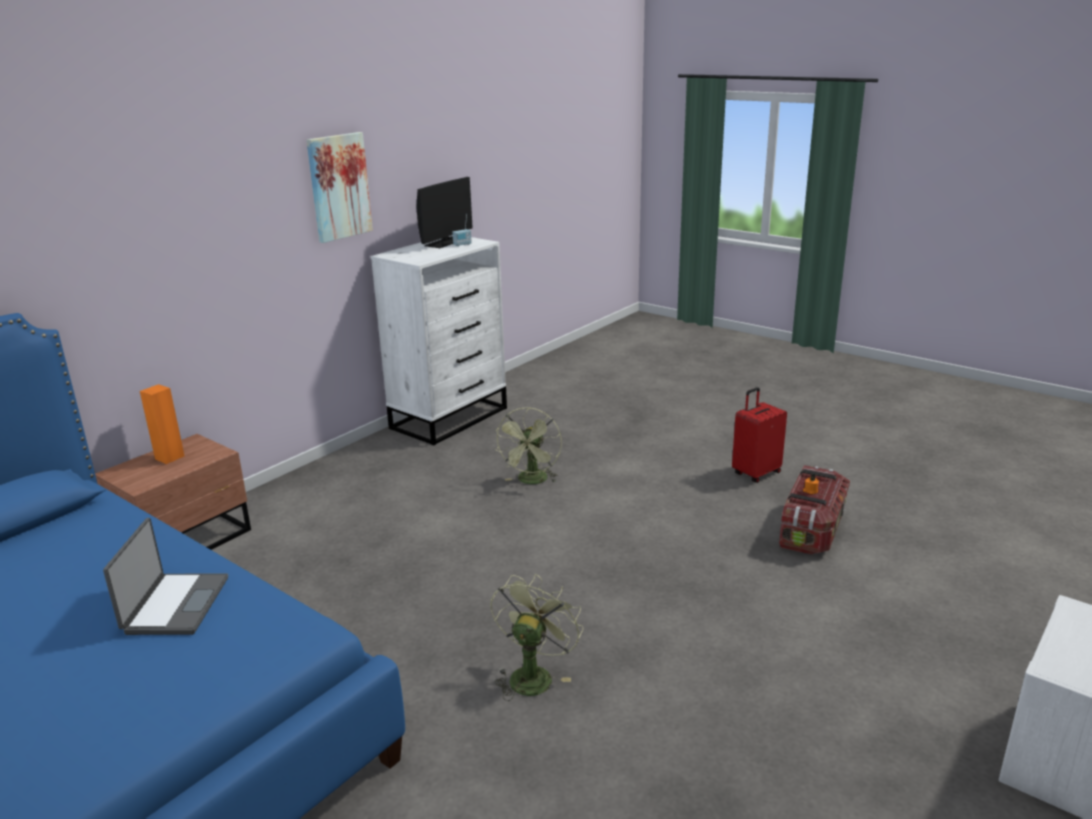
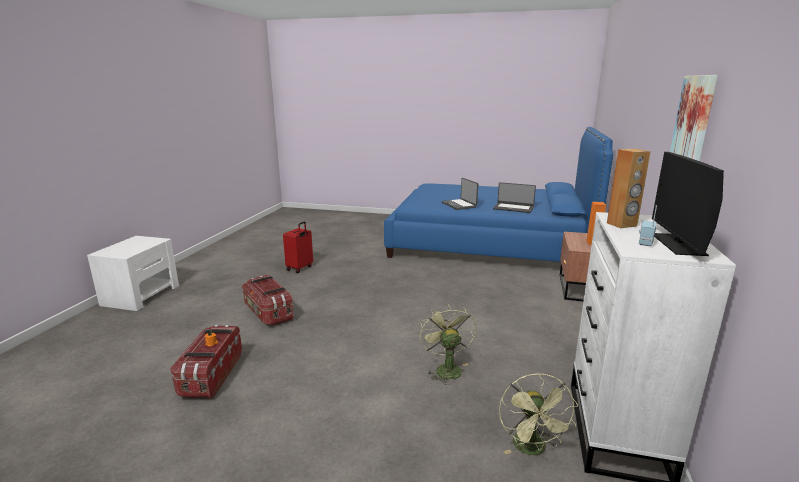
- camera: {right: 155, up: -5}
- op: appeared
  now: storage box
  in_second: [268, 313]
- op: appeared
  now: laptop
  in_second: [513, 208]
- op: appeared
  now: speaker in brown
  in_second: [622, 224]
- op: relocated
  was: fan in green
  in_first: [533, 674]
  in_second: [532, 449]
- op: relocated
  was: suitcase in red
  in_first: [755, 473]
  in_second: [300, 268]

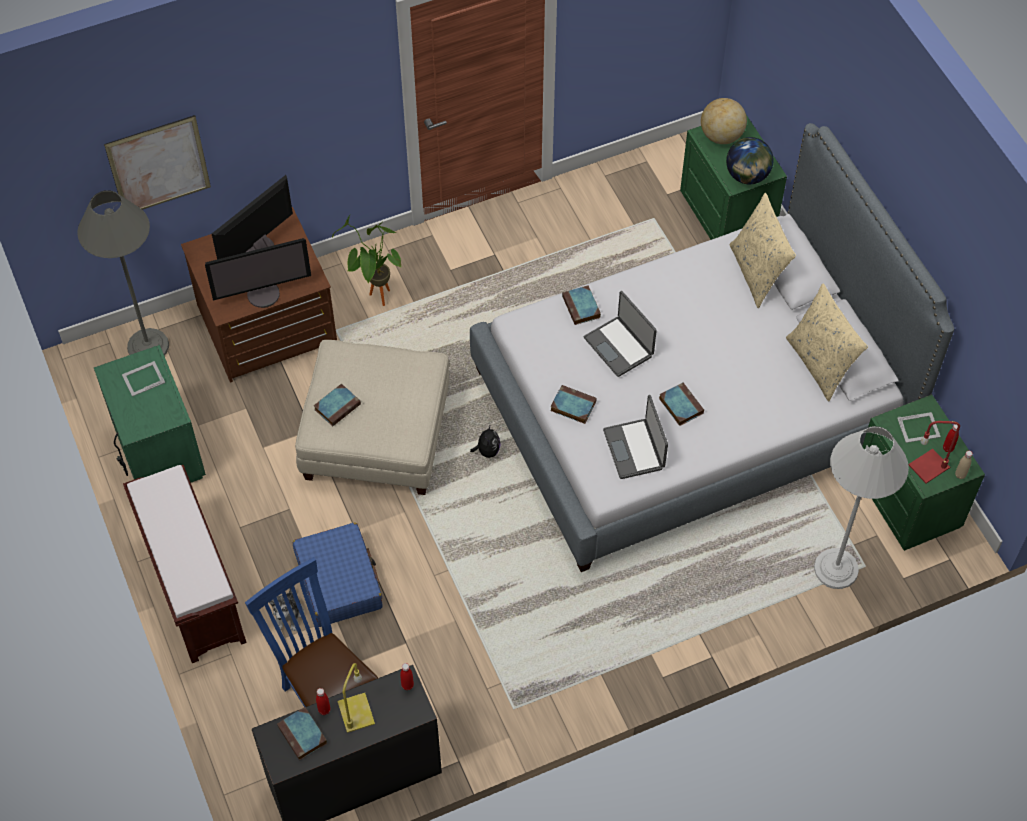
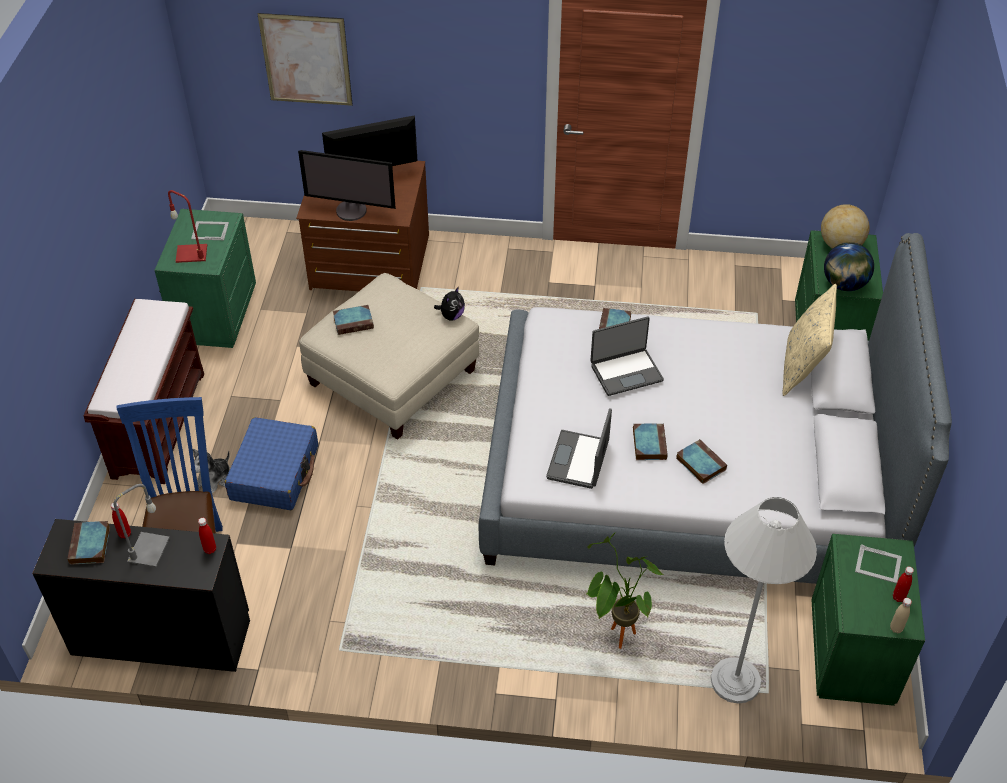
- camera: {right: 30, up: -10}
- op: missing
  was: floor lamp in grey
  in_first: [148, 346]
- op: missing
  was: pillow in beige
  in_first: [820, 364]
- op: relocated
  was: potted plant
  in_first: [376, 299]
  in_second: [615, 637]
- op: relocated
  was: plush toy
  in_first: [487, 451]
  in_second: [451, 316]
- op: relocated
  was: book
  in_first: [572, 406]
  in_second: [699, 463]
- op: relocated
  was: table lamp in red
  in_first: [929, 465]
  in_second: [192, 253]
- op: colour
  was: table lamp in yellow
  now: table lamp in grey
  in_first: [357, 713]
  in_second: [148, 551]
- op: spun
  was: laptop
  in_first: [619, 346]
  in_second: [626, 372]
  clockwise: -105

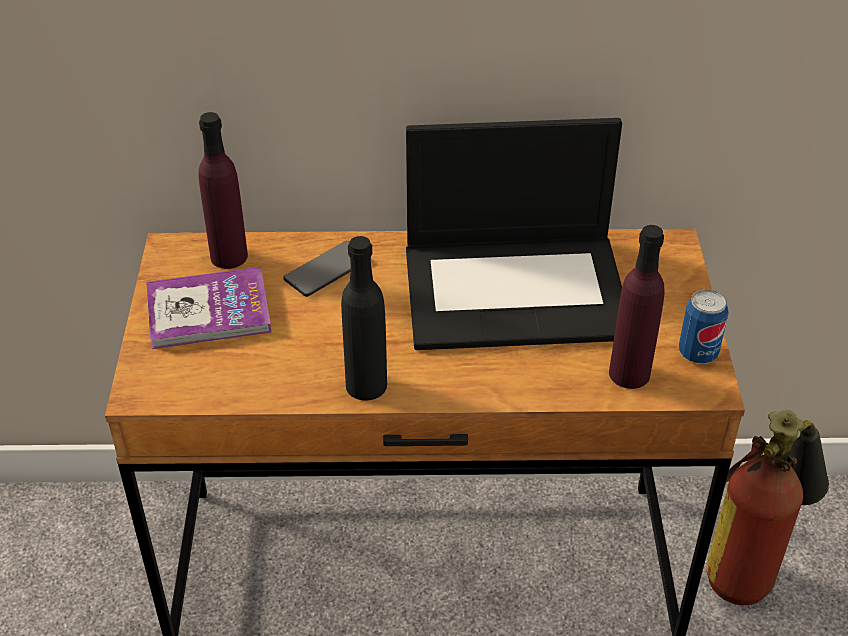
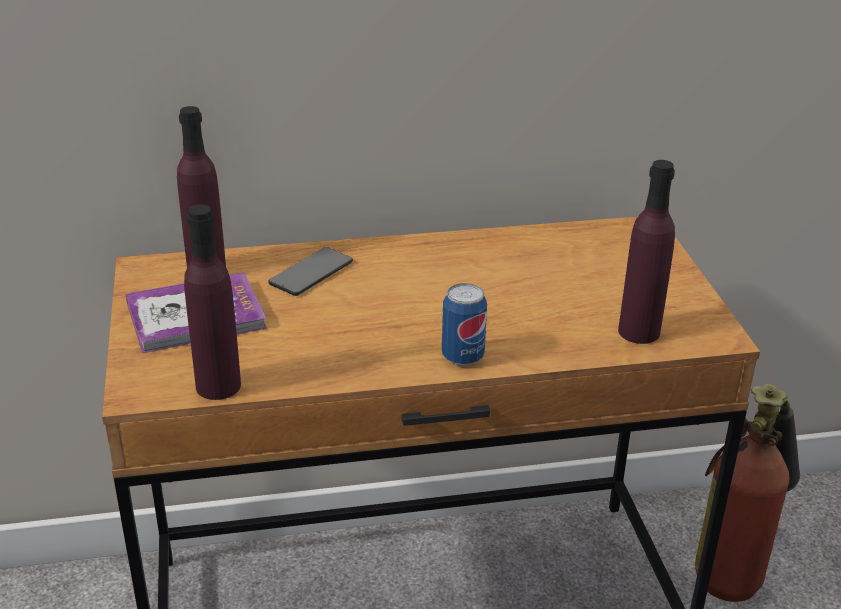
- camera: {right: -10, up: -10}
- op: missing
  was: bottle in black
  in_first: [366, 385]
- op: missing
  was: laptop
  in_first: [517, 290]
- op: appeared
  now: bottle in purple
  in_second: [218, 386]
- op: relocated
  was: can
  in_first: [697, 353]
  in_second: [462, 357]

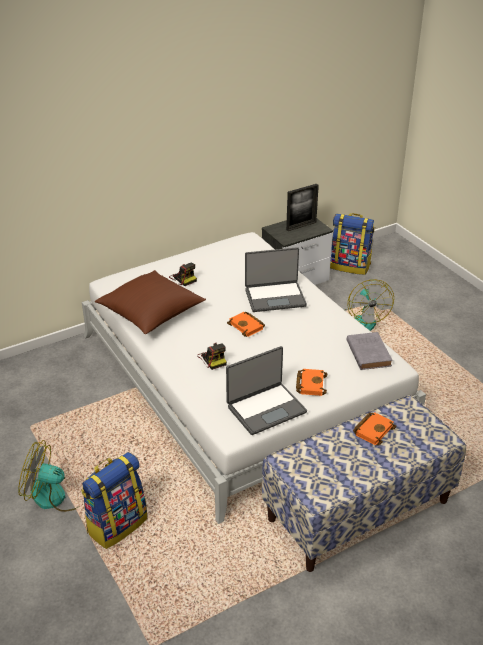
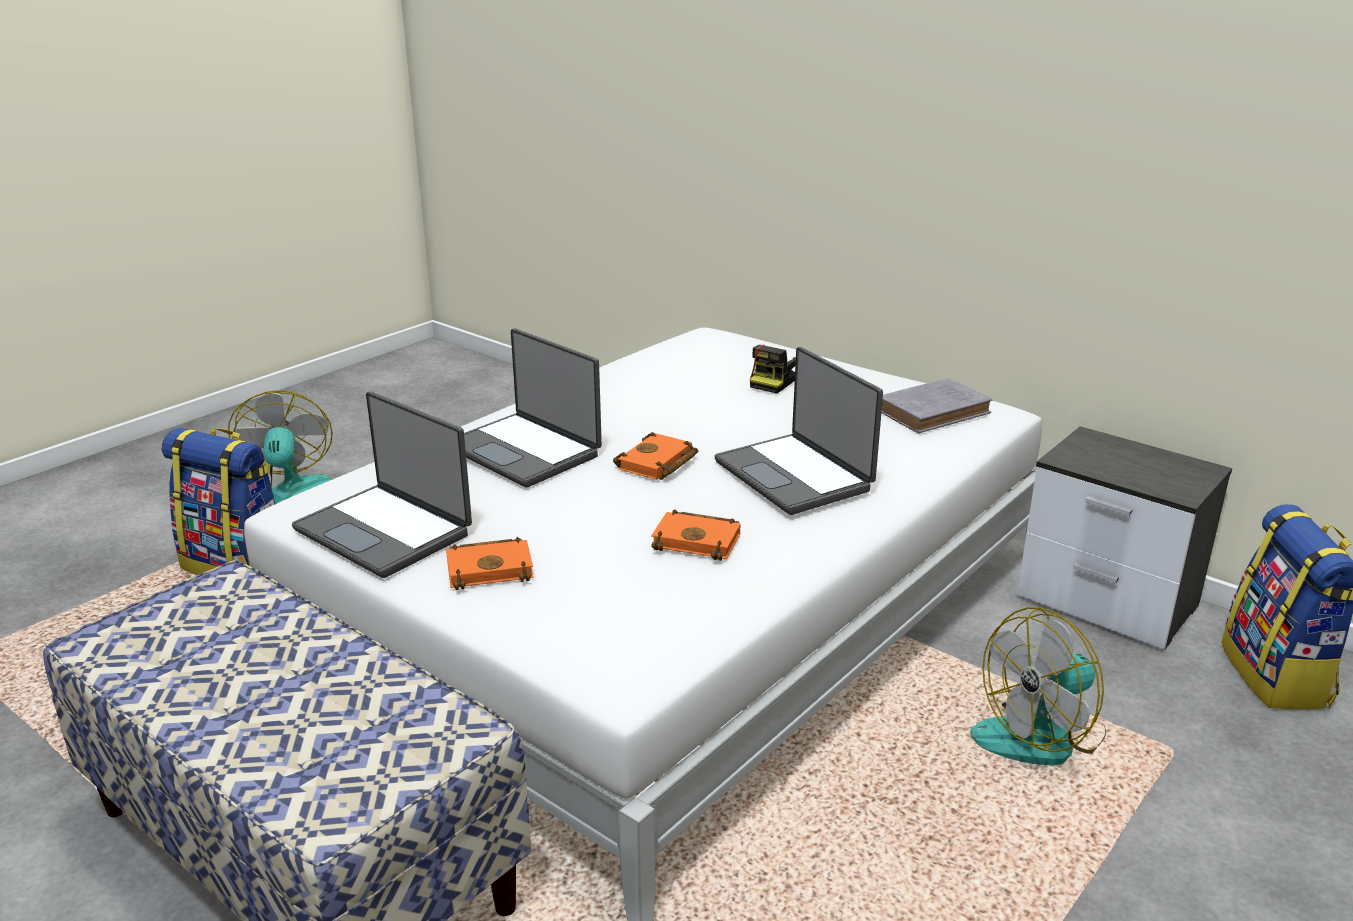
- camera: {right: 70, up: -10}
- op: missing
  was: pillow in brown
  in_first: [151, 313]
- op: missing
  was: picture frame
  in_first: [301, 226]
- op: relocated
  was: book in grey
  in_first: [368, 352]
  in_second: [935, 411]
- op: relocated
  was: book in orange
  in_first: [373, 430]
  in_second: [699, 541]
- op: exchanged
  was: photo camera
  now: laptop
  in_first: [213, 359]
  in_second: [525, 451]

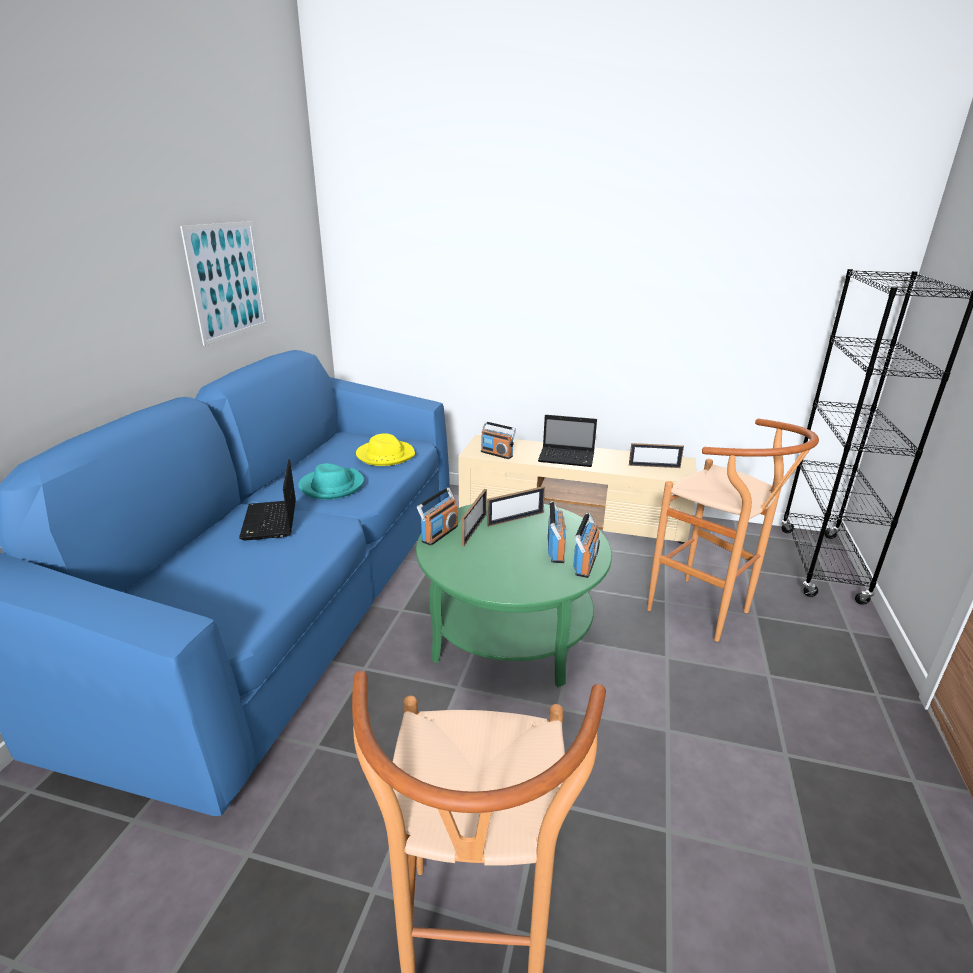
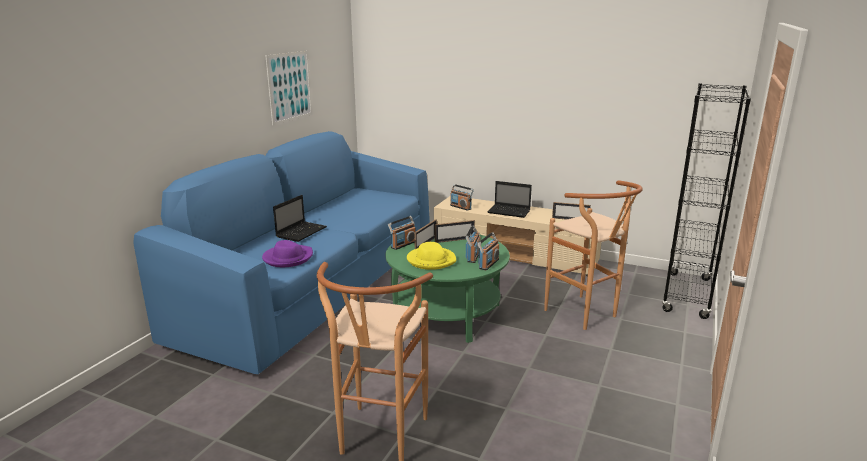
- camera: {right: 10, up: -5}
- op: missing
  was: hat in turquoise
  in_first: [332, 486]
- op: appeared
  now: hat in purple
  in_second: [288, 258]
- op: relocated
  was: hat in yellow
  in_first: [385, 455]
  in_second: [431, 260]
- op: spun
  was: laptop
  in_first: [270, 522]
  in_second: [302, 232]
  clockwise: -150

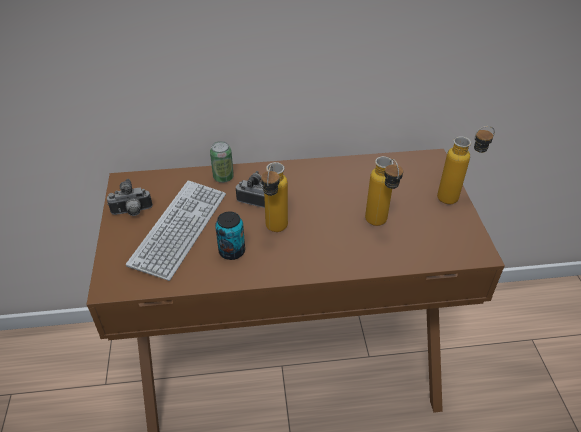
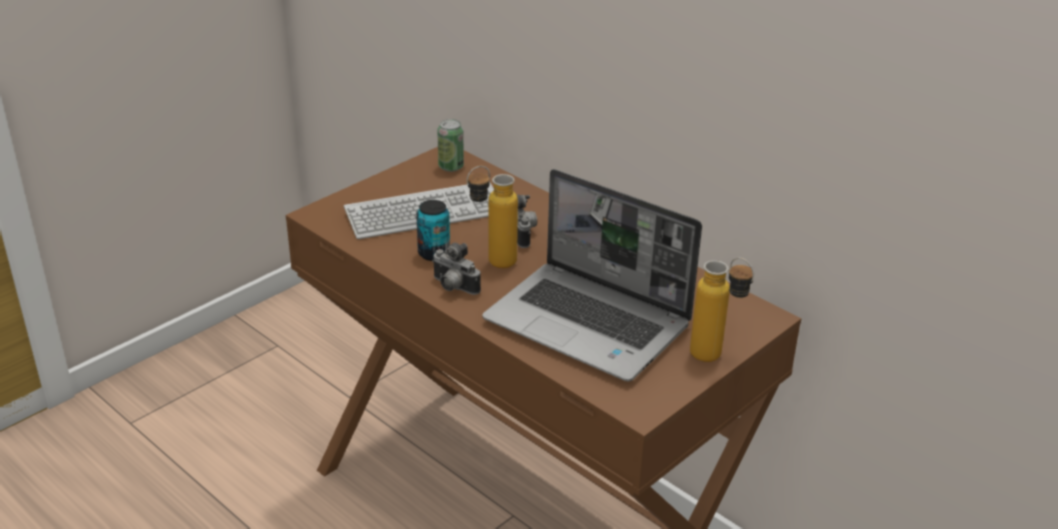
- camera: {right: 50, up: -10}
- op: relocated
  was: photo camera
  in_first: [132, 212]
  in_second: [453, 288]
- op: relocated
  was: can
  in_first: [223, 177]
  in_second: [451, 167]
- op: exchanged
  was: bottle
  now: laptop
  in_first: [379, 225]
  in_second: [590, 324]

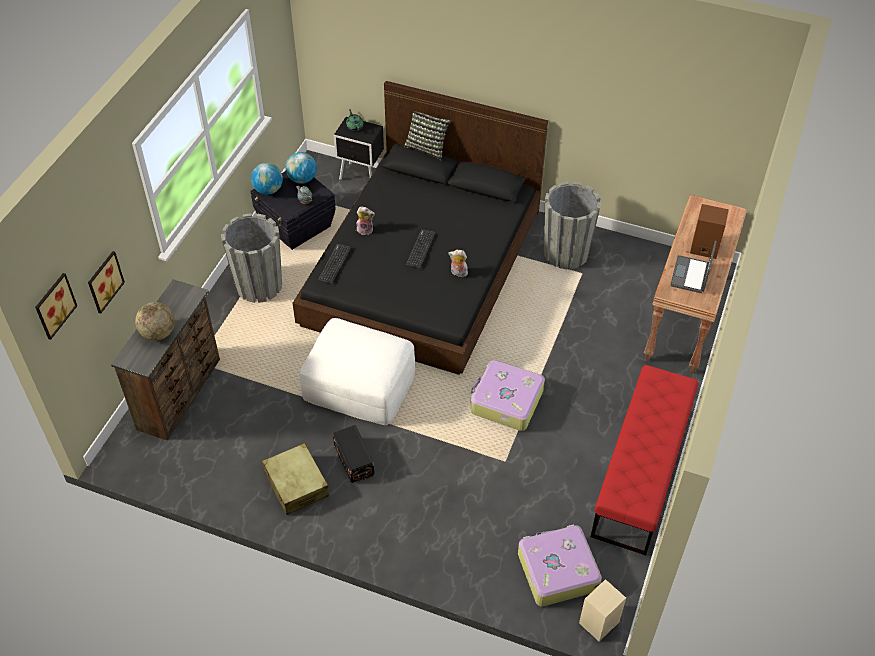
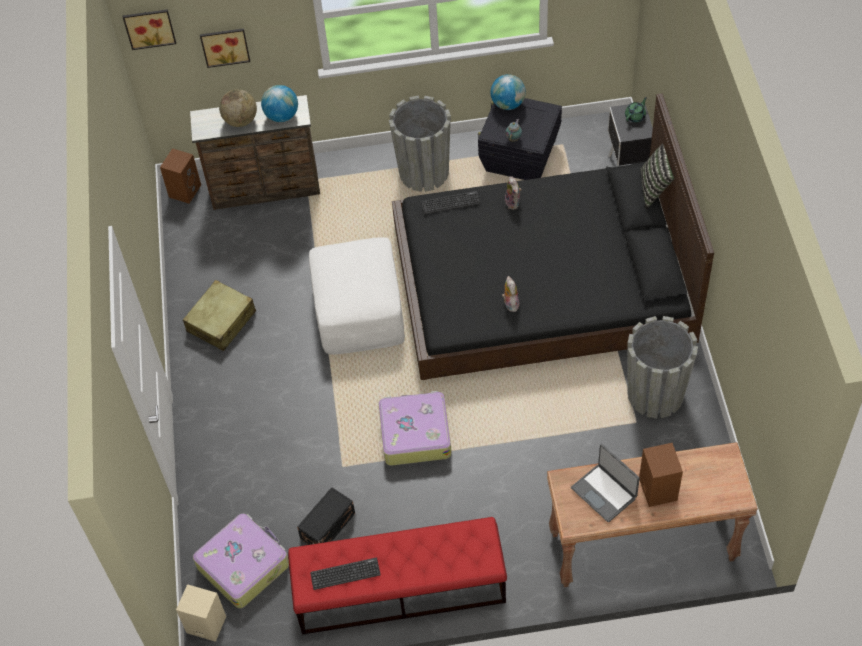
- camera: {right: 65, up: 5}
- op: appeared
  now: speaker in brown
  in_second: [184, 190]
- op: relocated
  was: globe
  in_first: [302, 179]
  in_second: [282, 116]
- op: relocated
  was: storage box in black
  in_first: [354, 460]
  in_second: [329, 526]
- op: relocated
  was: keyboard
  in_first: [420, 248]
  in_second: [345, 574]
- op: spun
  was: laptop
  in_first: [691, 275]
  in_second: [604, 492]
  clockwise: -120

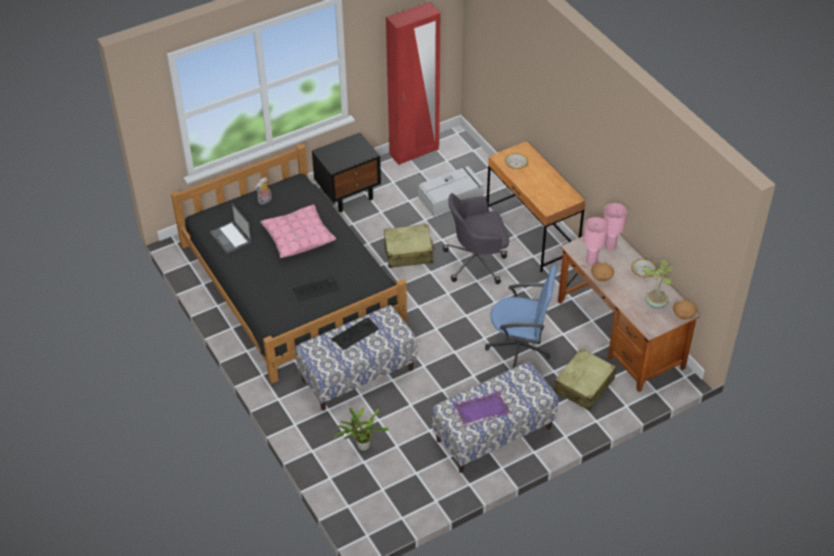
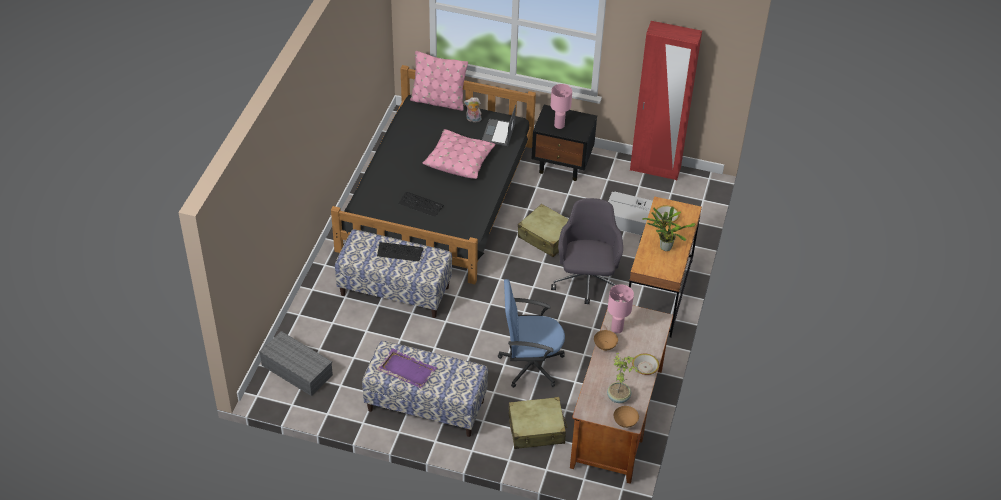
- camera: {right: 45, up: 0}
- op: appeared
  now: storage box in grey
  in_second: [295, 370]
- op: appeared
  now: pillow in pink
  in_second: [438, 101]
- op: relocated
  was: laptop
  in_first: [231, 237]
  in_second: [498, 133]
- op: relocated
  was: potted plant
  in_first: [361, 446]
  in_second: [664, 246]
- op: relocated
  was: table lamp in pink
  in_first: [610, 246]
  in_second: [559, 125]
- op: spun
  was: office chair in grey
  in_first: [477, 262]
  in_second: [587, 281]
  clockwise: 60
- op: spun
  was: office chair in blue
  in_first: [519, 347]
  in_second: [530, 364]
  clockwise: 120

